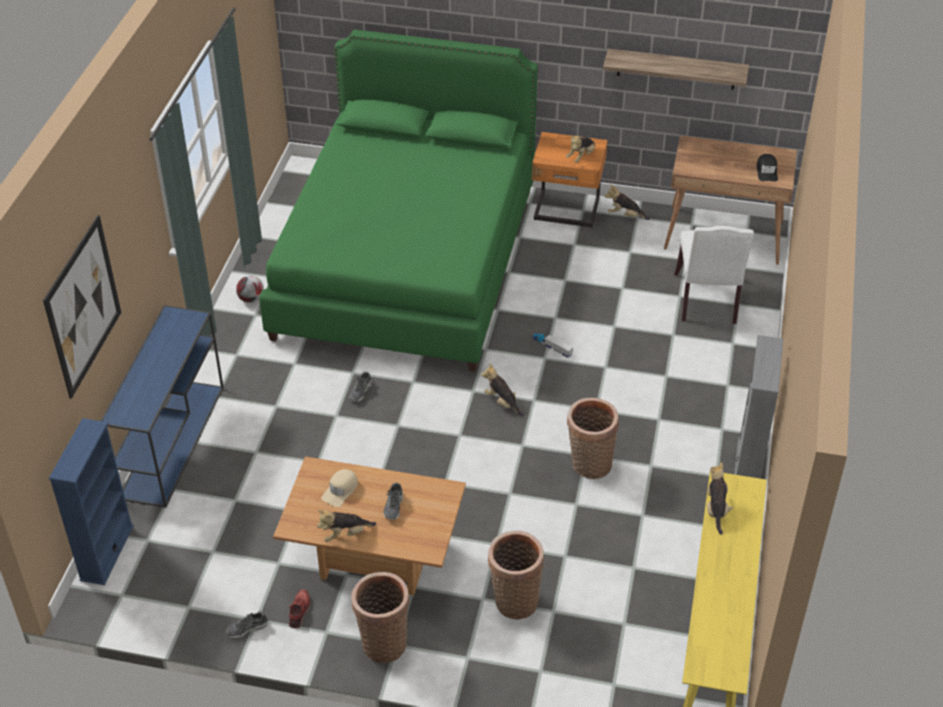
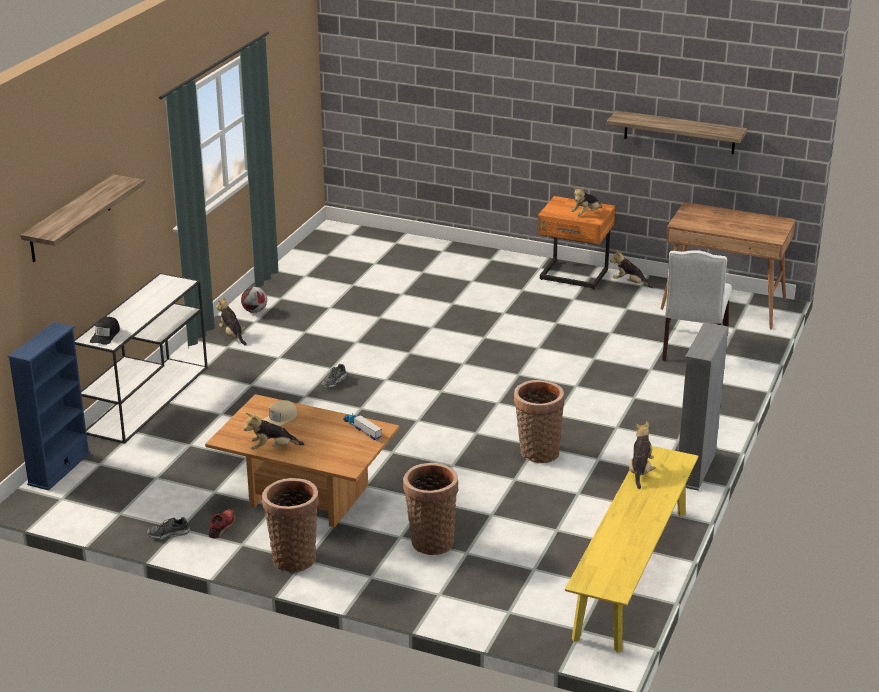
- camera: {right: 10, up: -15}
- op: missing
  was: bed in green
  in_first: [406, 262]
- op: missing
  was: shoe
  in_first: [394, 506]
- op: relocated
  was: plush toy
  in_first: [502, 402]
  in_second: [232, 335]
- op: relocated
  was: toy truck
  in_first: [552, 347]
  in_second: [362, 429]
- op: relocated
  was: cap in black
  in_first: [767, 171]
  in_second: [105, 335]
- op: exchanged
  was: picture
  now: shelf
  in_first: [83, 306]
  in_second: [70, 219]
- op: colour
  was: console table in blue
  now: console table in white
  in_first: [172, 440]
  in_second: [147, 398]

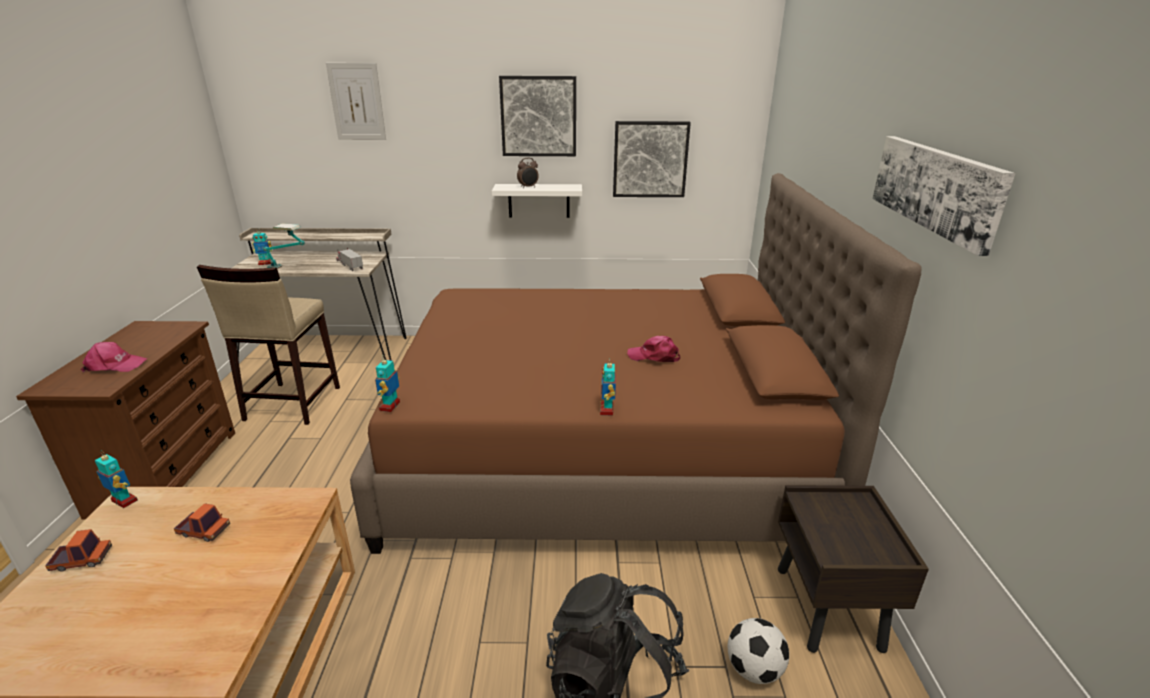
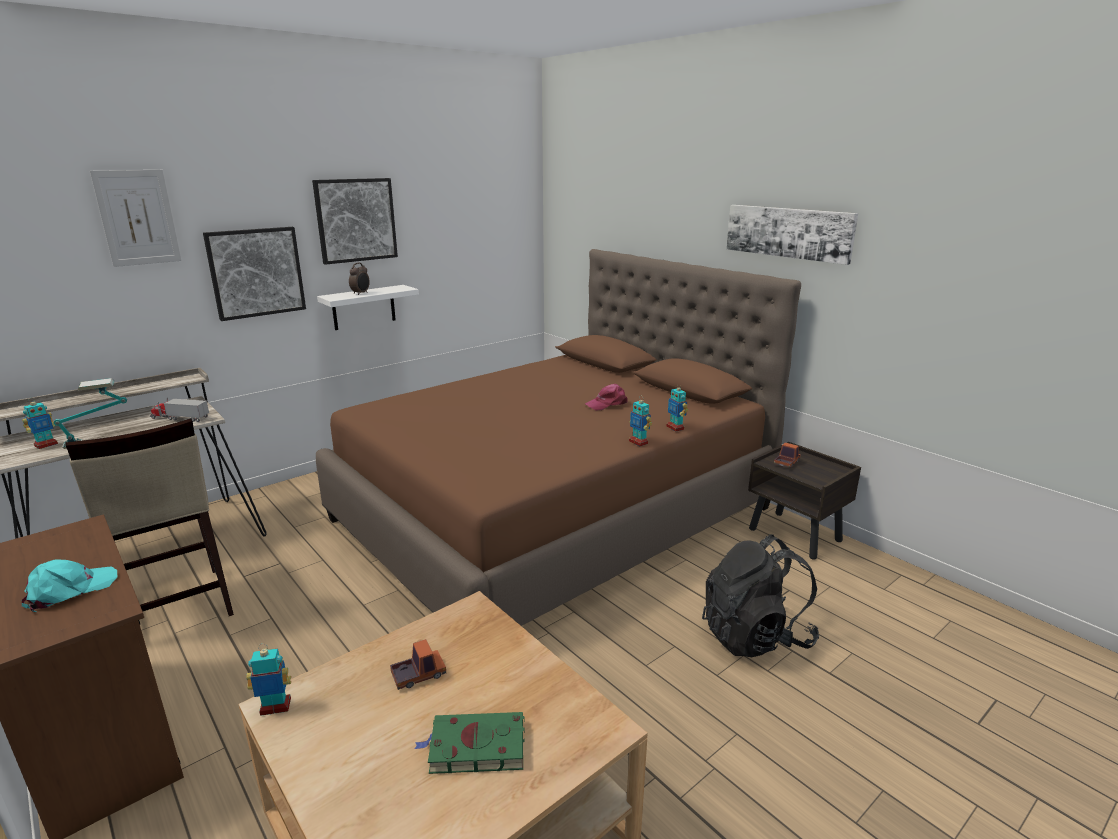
- camera: {right: -40, up: -5}
- op: missing
  was: football
  in_first: [754, 669]
- op: appeared
  now: book in green
  in_second: [474, 747]
- op: relocated
  was: toy truck
  in_first: [82, 560]
  in_second: [786, 463]
- op: relocated
  was: toy robot
  in_first: [390, 406]
  in_second: [675, 428]
- op: relocated
  was: picture
  in_first: [650, 159]
  in_second: [256, 272]
- op: colour
  was: cap in pink
  now: cap in turquoise
  in_first: [115, 365]
  in_second: [70, 590]

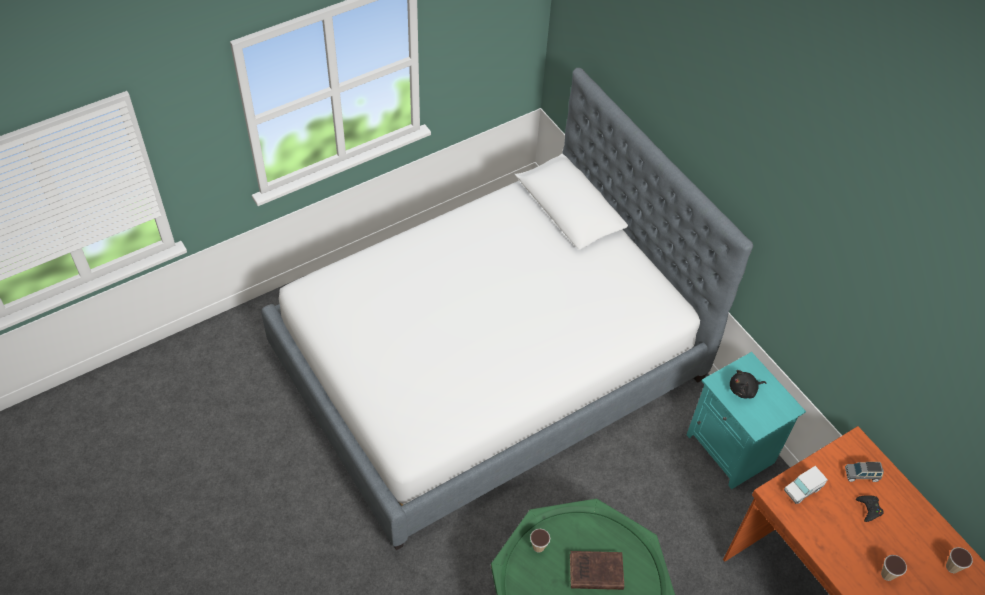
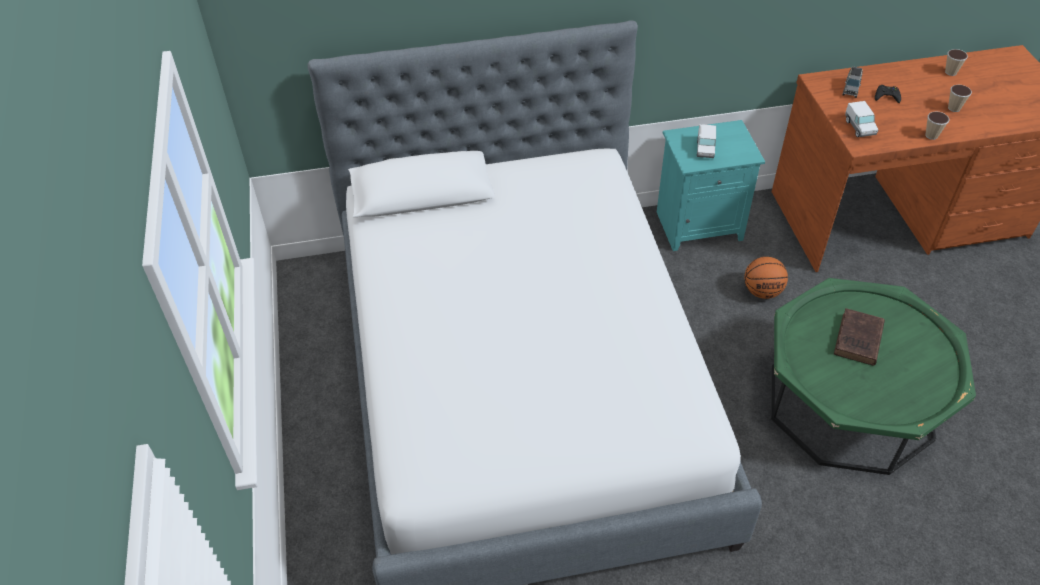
- camera: {right: -65, up: -5}
- op: appeared
  now: basketball
  in_second: [762, 291]
- op: relocated
  was: cup
  in_first: [538, 547]
  in_second: [931, 135]
- op: exchanged
  was: plush toy in black
  now: toy truck
  in_first: [744, 390]
  in_second: [705, 149]

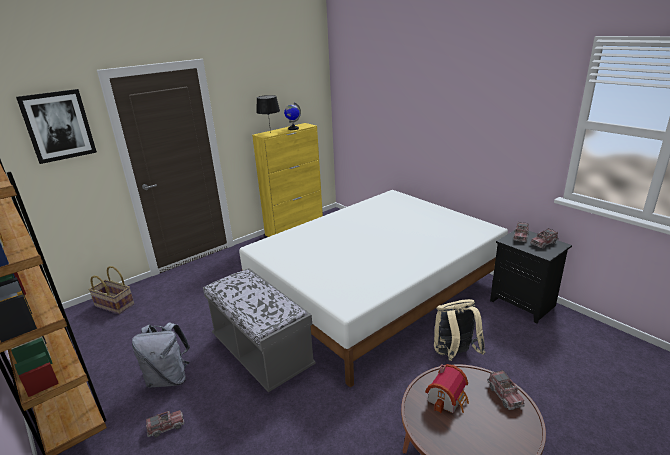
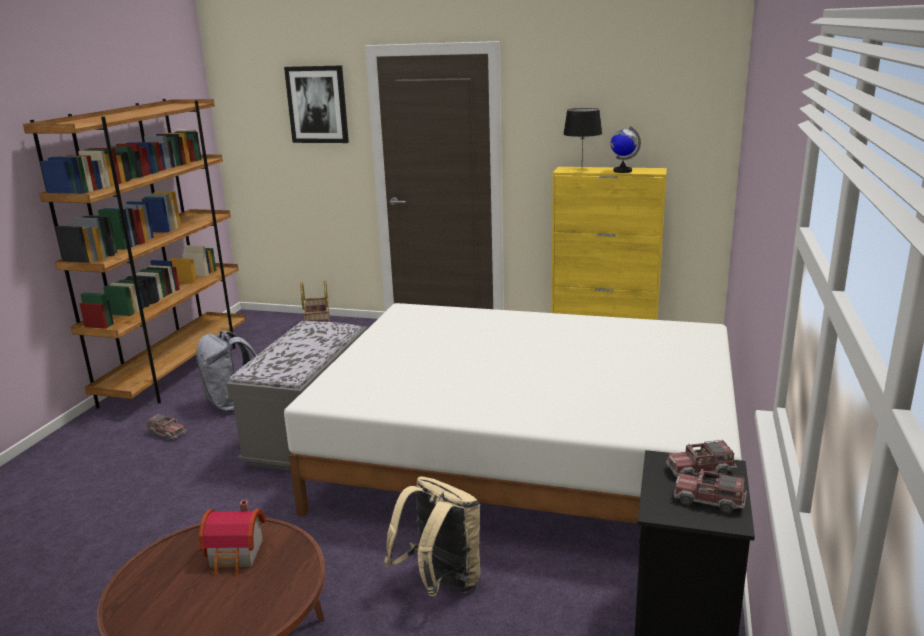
- camera: {right: 55, up: -5}
- op: missing
  was: toy truck
  in_first: [504, 395]

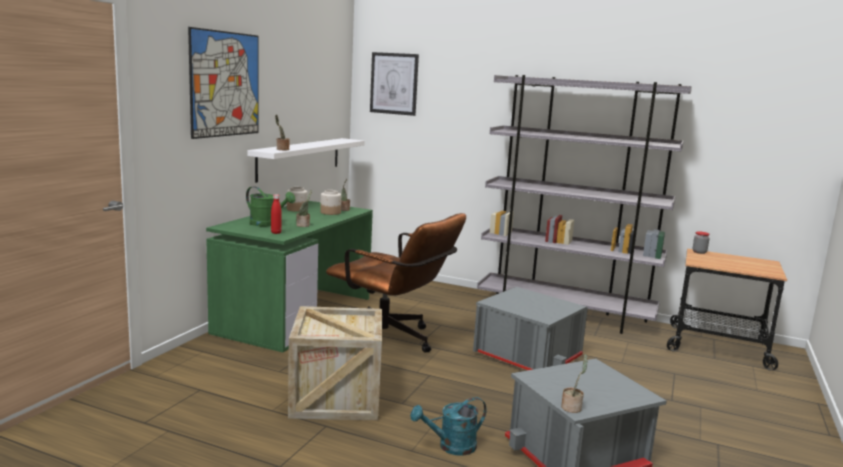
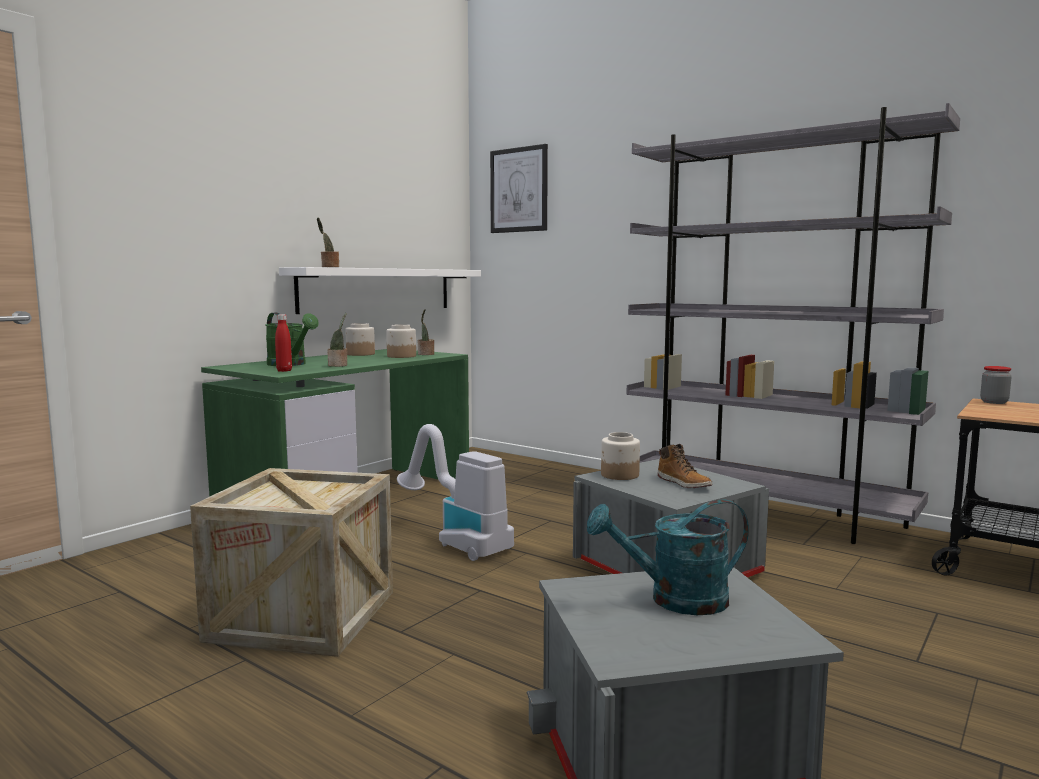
- camera: {right: 15, up: -5}
- op: missing
  was: picture
  in_first: [225, 84]
- op: missing
  was: potted plant
  in_first: [572, 407]
- op: appeared
  now: jar
  in_second: [619, 475]
- op: appeared
  now: boot
  in_second: [684, 483]
- op: relocated
  was: watering can in turquoise
  in_first: [451, 447]
  in_second: [675, 600]
- op: exchanged
  was: office chair in brown
  now: vacuum cleaner
  in_first: [391, 342]
  in_second: [457, 541]

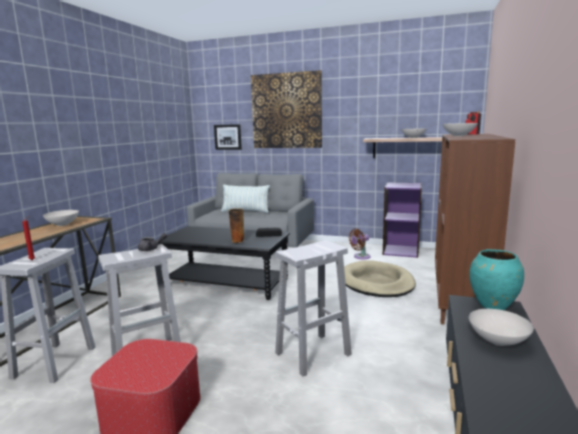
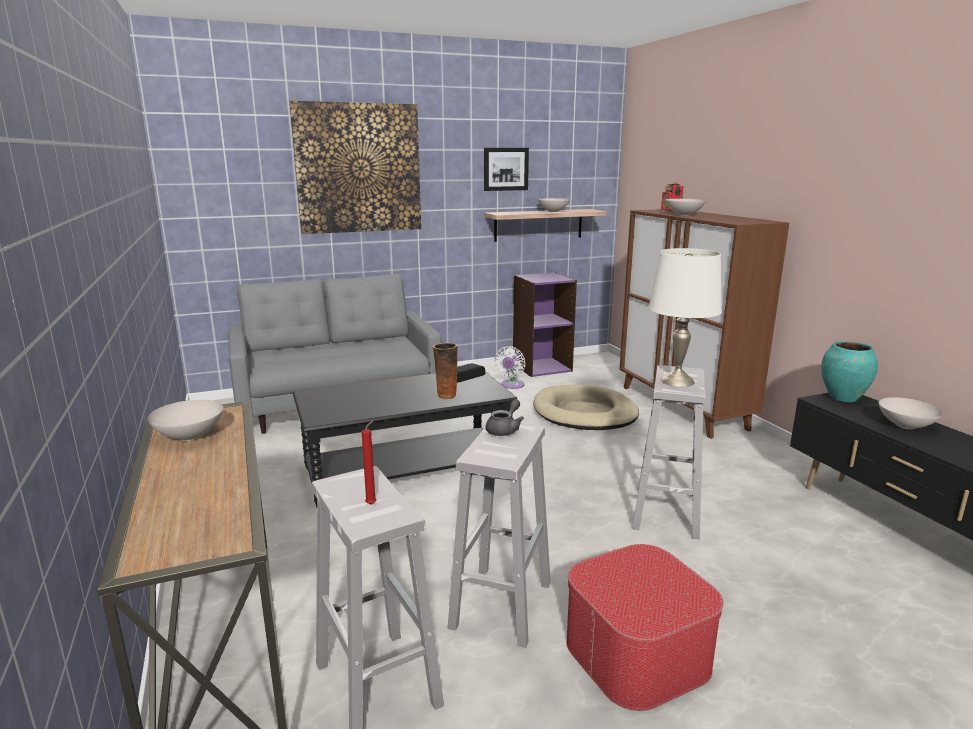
- camera: {right: -40, up: 5}
- op: missing
  was: pillow
  in_first: [245, 211]
- op: appeared
  now: table lamp in white
  in_second: [677, 381]
- op: relocated
  was: picture
  in_first: [228, 137]
  in_second: [505, 169]
- op: colour
  was: fan in brown
  now: fan in white
  in_first: [360, 257]
  in_second: [511, 385]

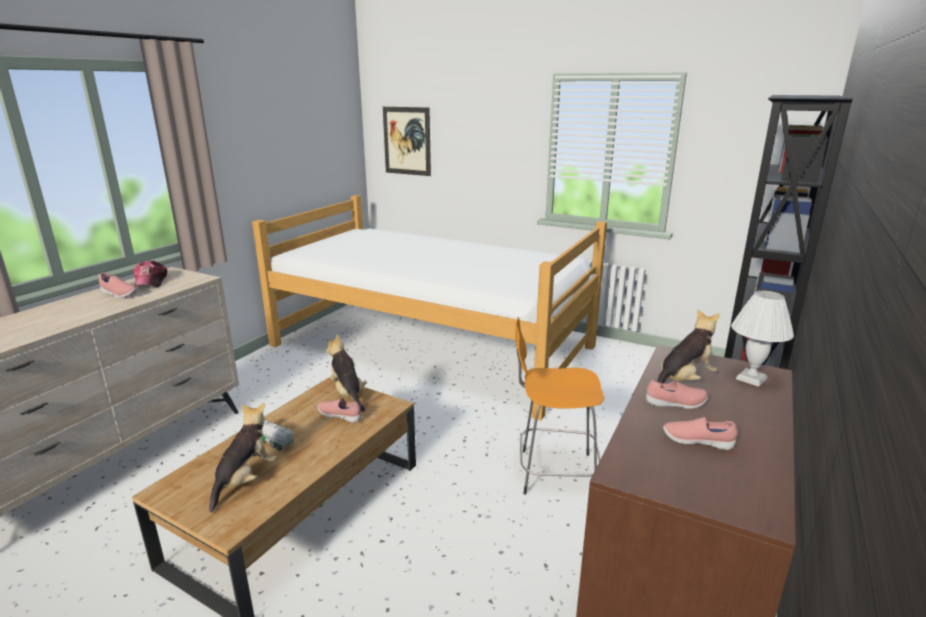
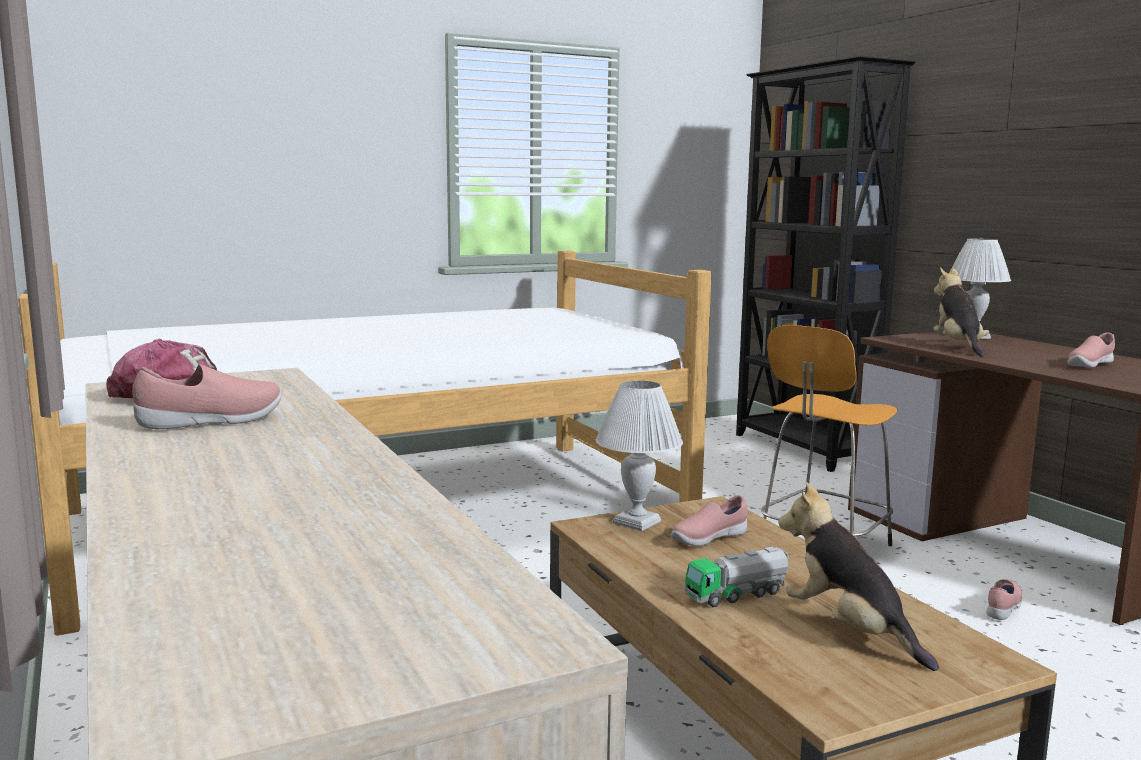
- camera: {right: -55, up: -10}
- op: missing
  was: picture
  in_first: [407, 141]
- op: relocated
  was: shoe in pink
  in_first: [675, 404]
  in_second: [1003, 608]
- op: exchanged
  was: plush toy
  now: table lamp in white
  in_first: [348, 394]
  in_second: [638, 522]

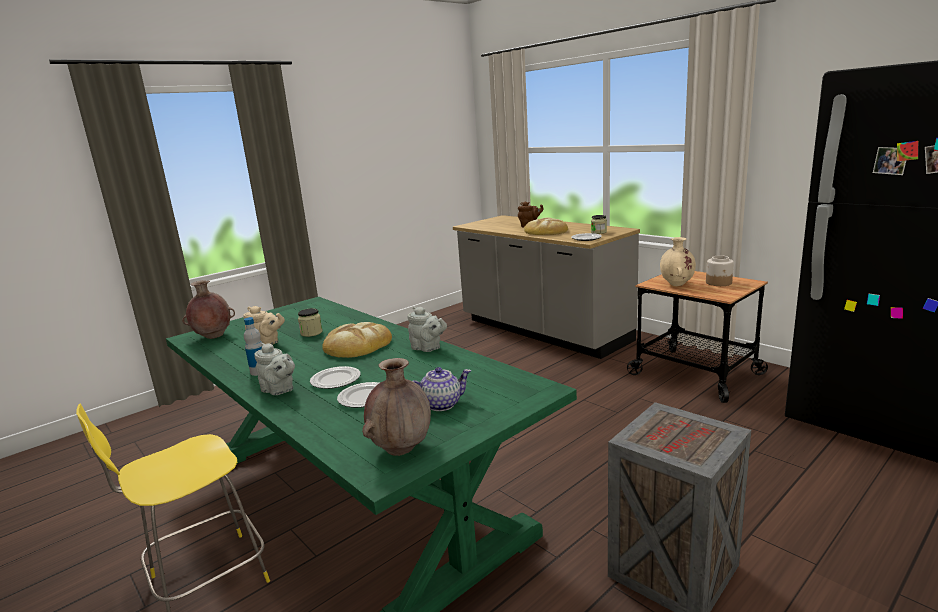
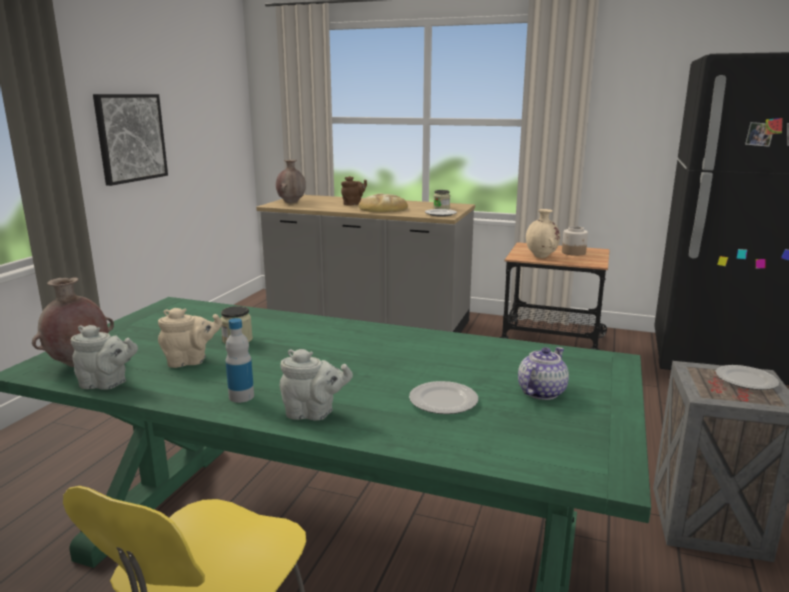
- camera: {right: -30, up: 0}
- op: missing
  was: bread
  in_first: [357, 345]
- op: appeared
  now: picture
  in_second: [131, 138]
- op: relocated
  was: plate
  in_first: [336, 380]
  in_second: [745, 380]
- op: relocated
  was: vase in brown
  in_first: [401, 448]
  in_second: [291, 202]
- op: relocated
  was: teapot in grey
  in_first: [428, 348]
  in_second: [107, 384]

